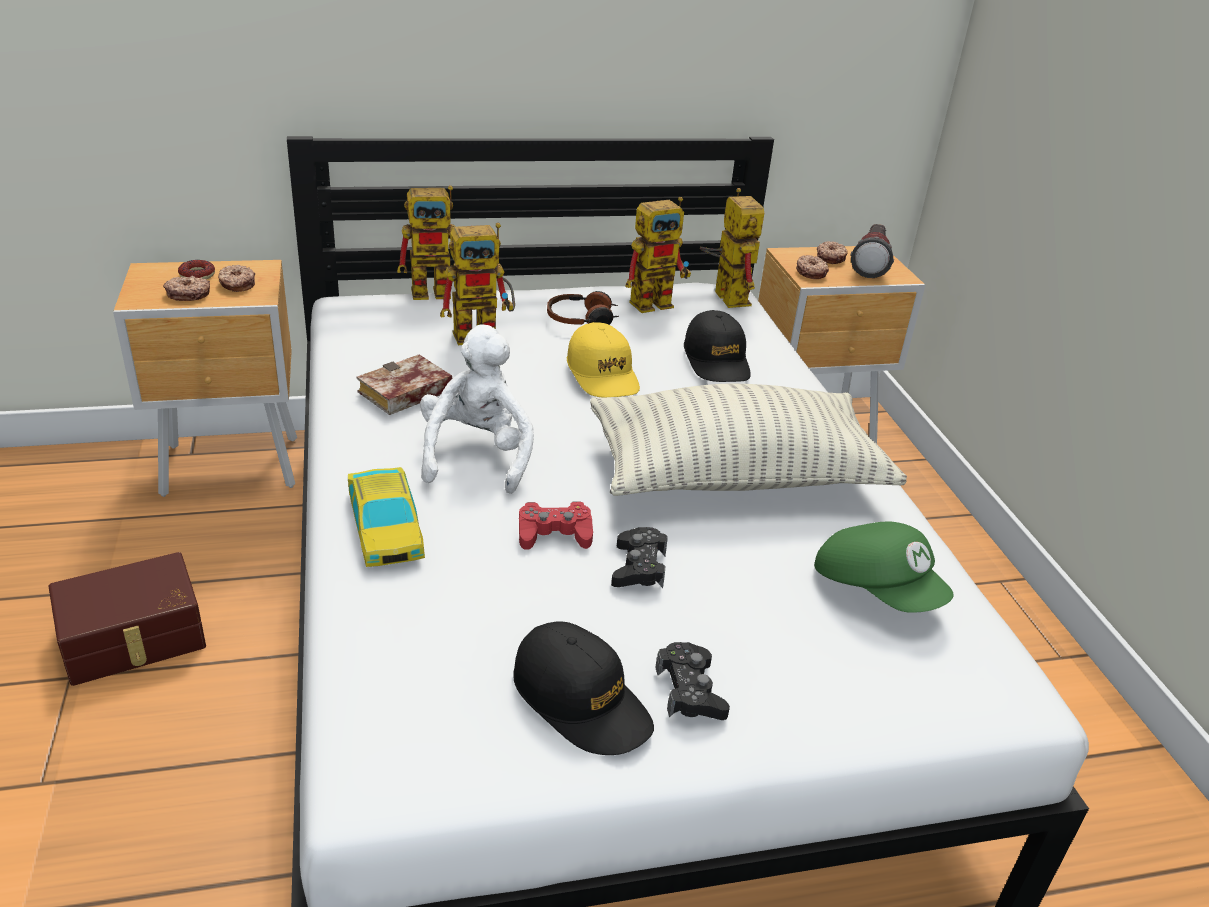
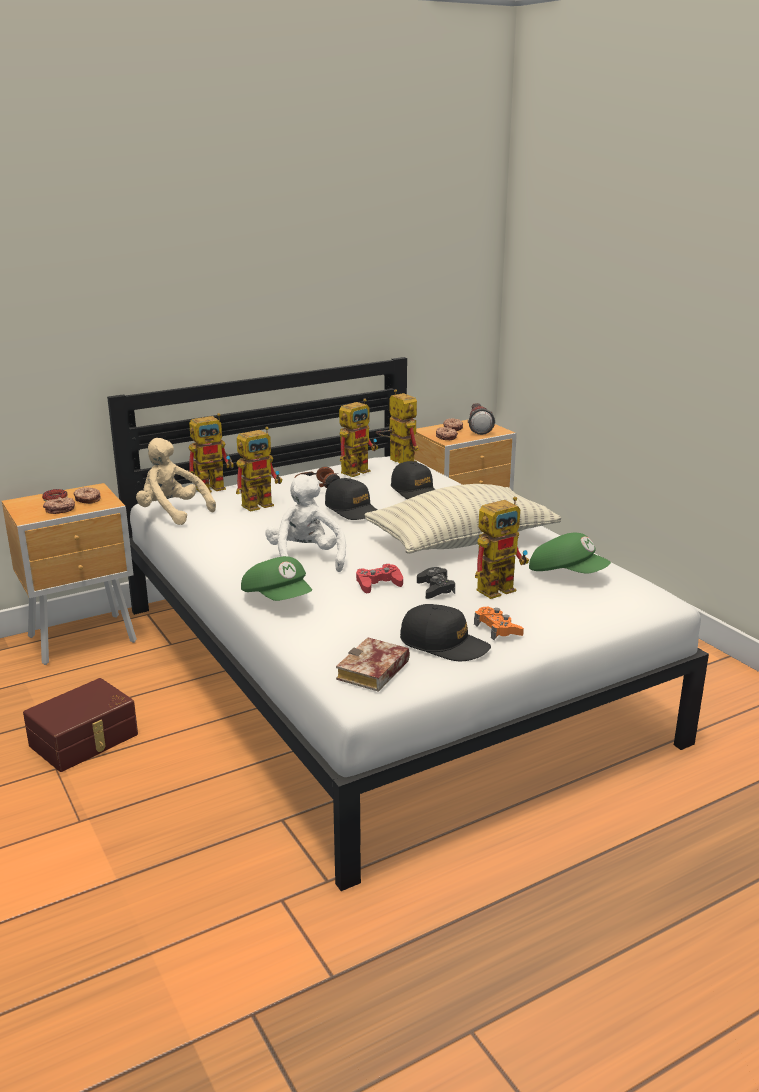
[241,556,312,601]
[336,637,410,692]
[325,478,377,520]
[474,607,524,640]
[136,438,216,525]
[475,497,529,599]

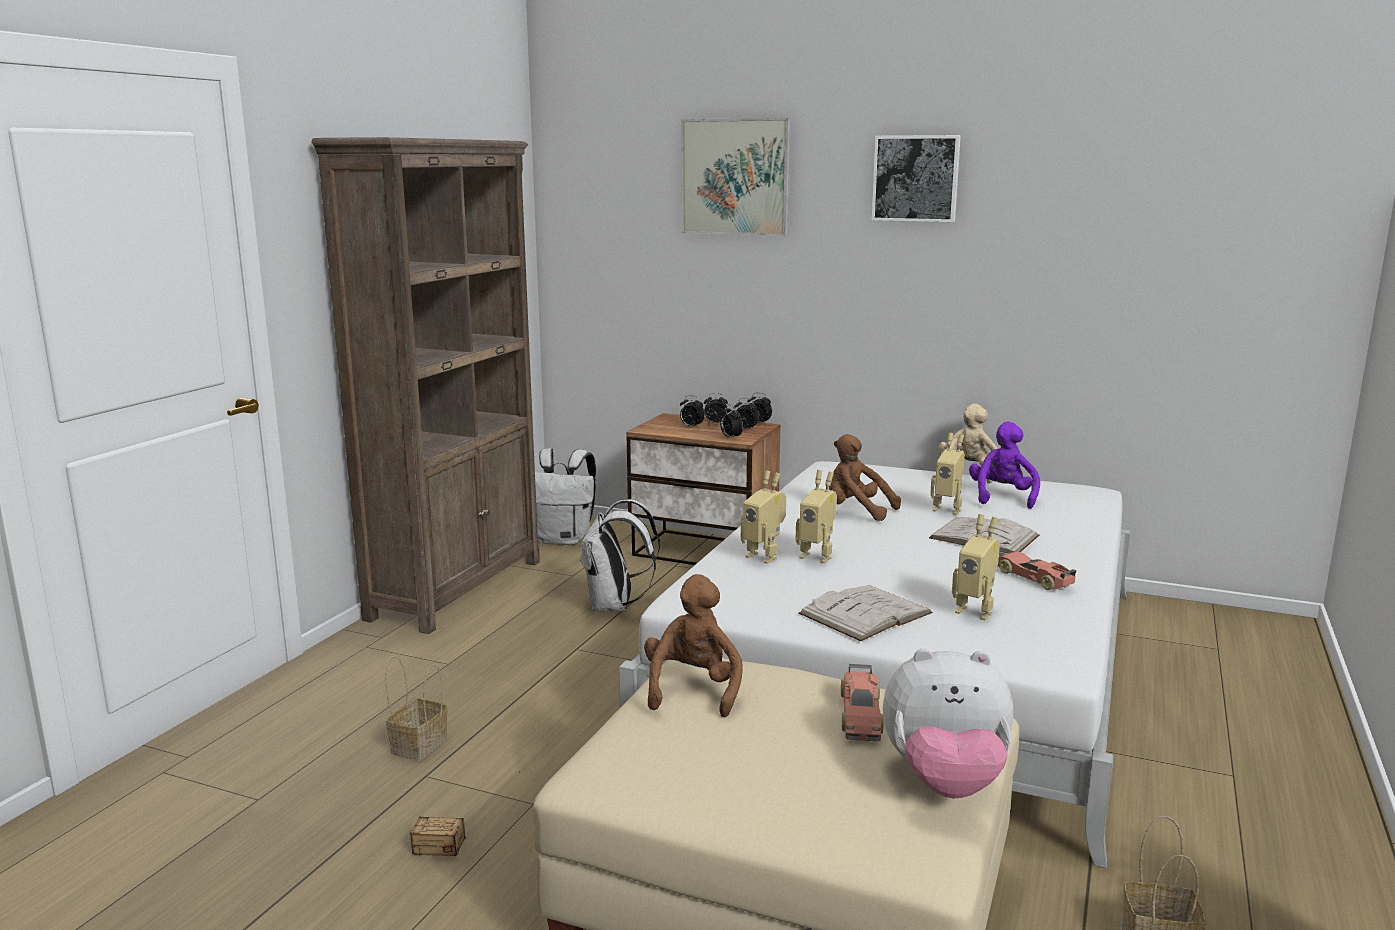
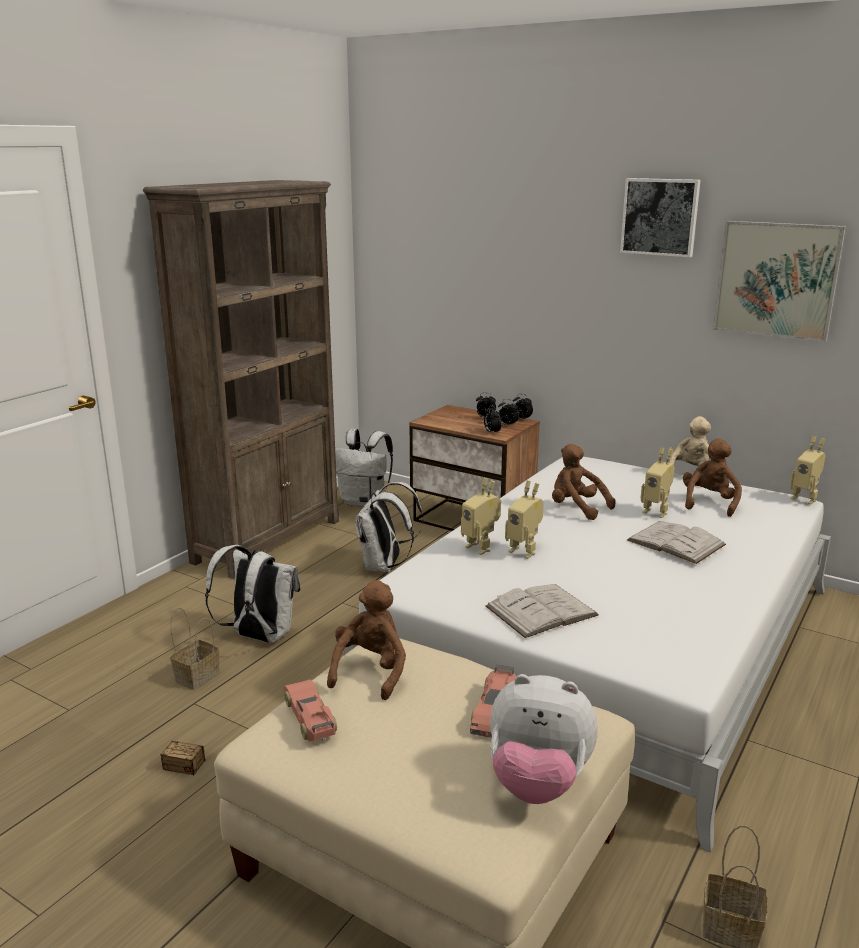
[680,396,705,427] (first image)
[713,221,846,342]
[790,436,826,505]
[683,438,742,517]
[283,680,337,741]
[205,545,301,643]

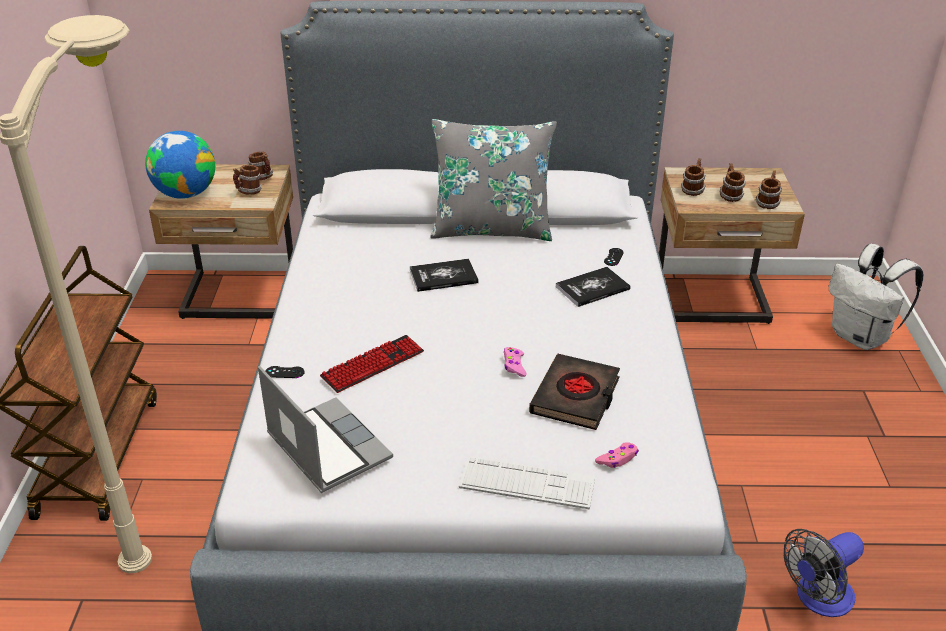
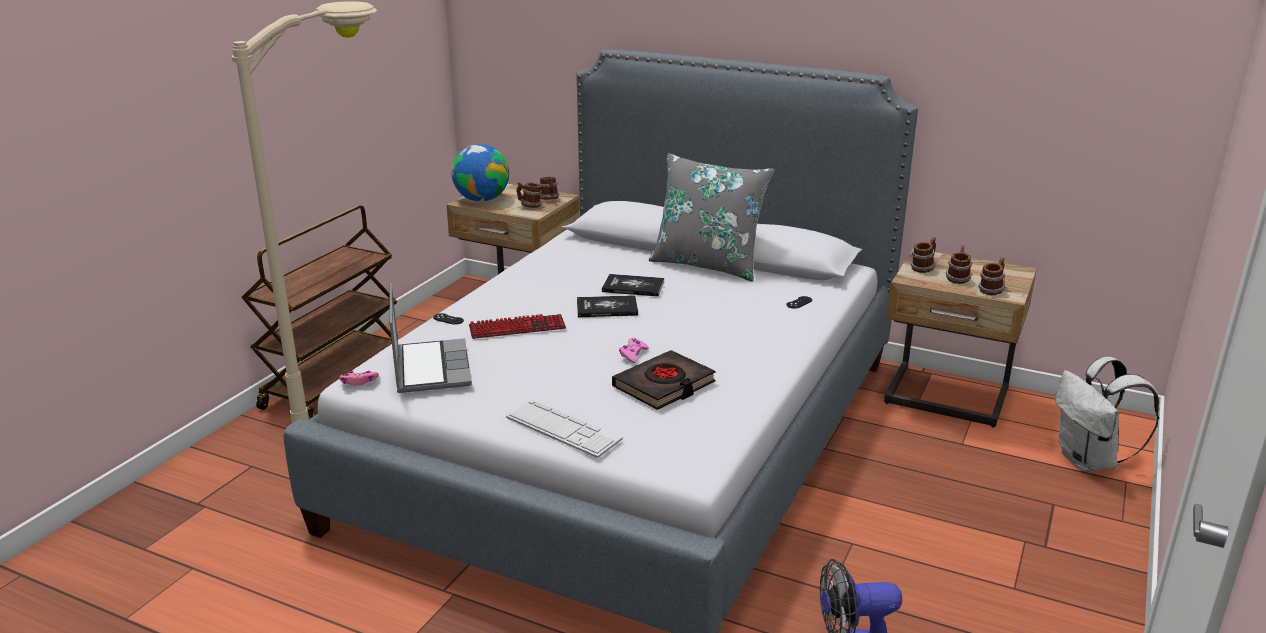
[577,295,638,317]
[339,371,379,386]

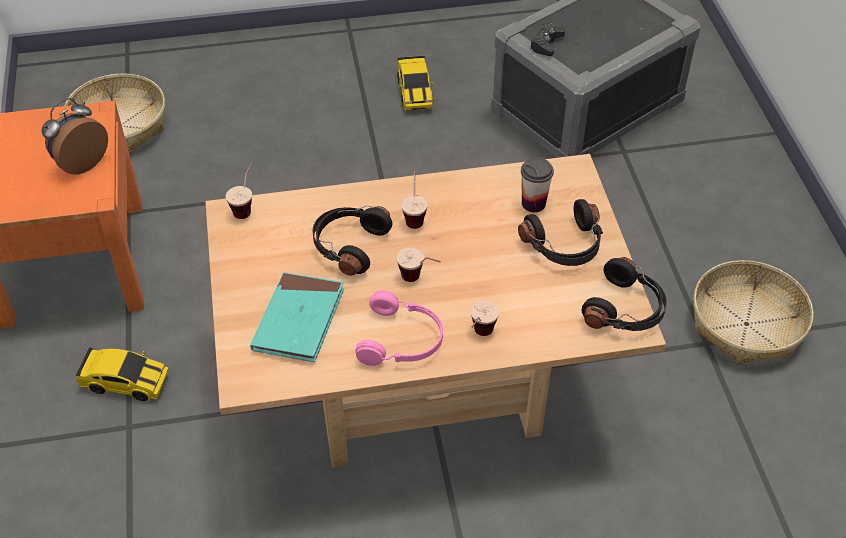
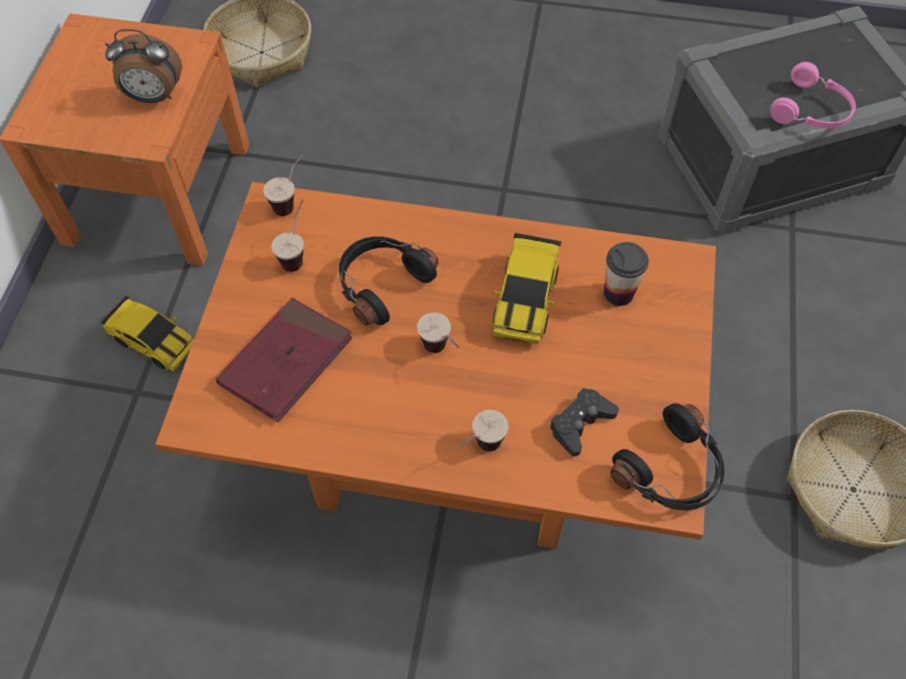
[105,29,182,103]
[155,182,716,549]
[216,298,352,422]
[770,62,856,129]
[493,233,562,344]
[271,199,304,272]
[518,199,603,266] (first image)
[549,388,619,456]

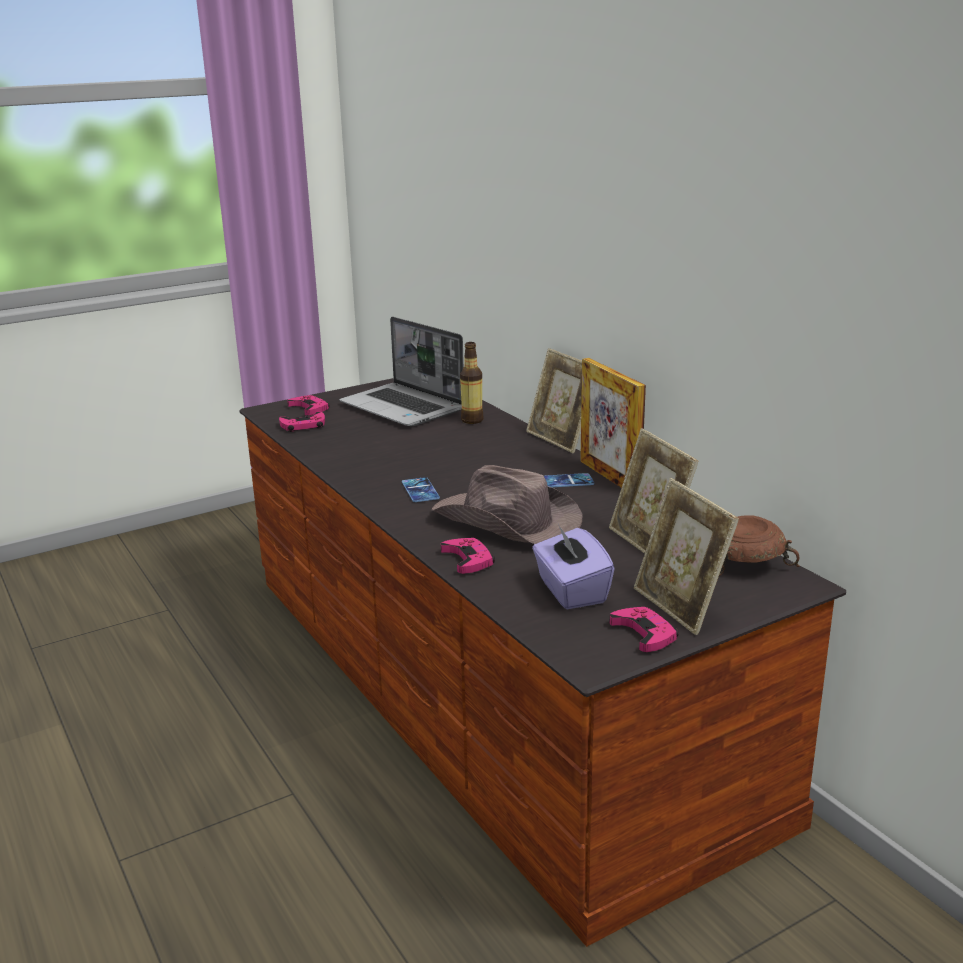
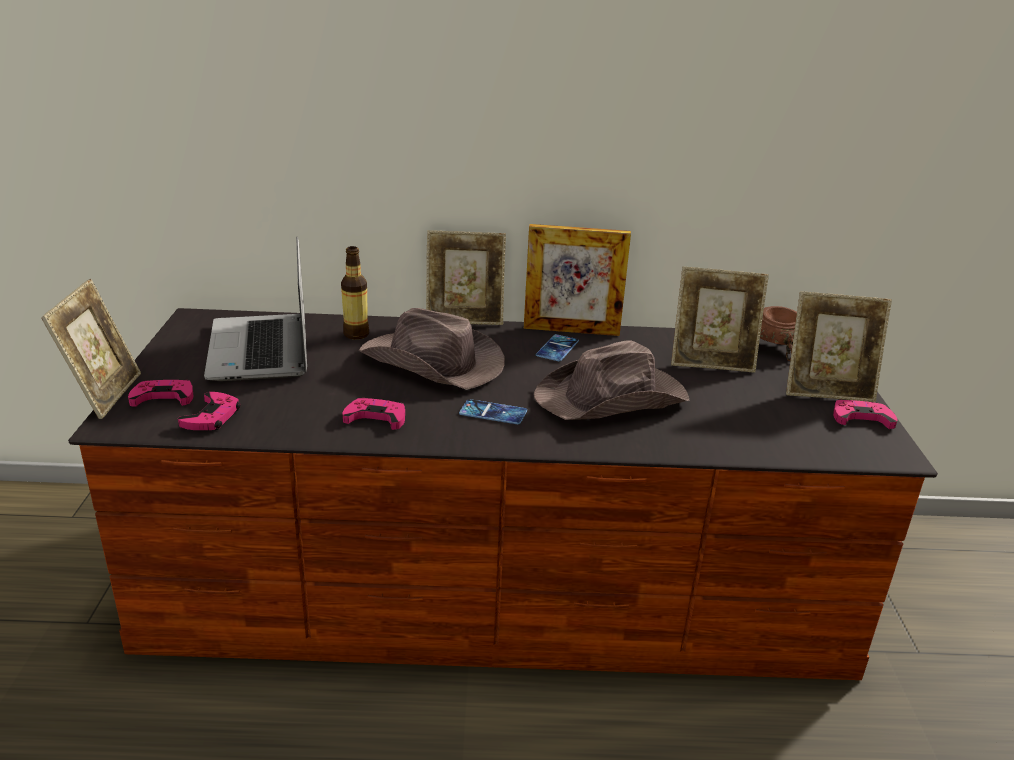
[204,237,307,381]
[343,398,405,430]
[532,524,615,609] (first image)
[41,279,141,419]
[359,308,505,390]

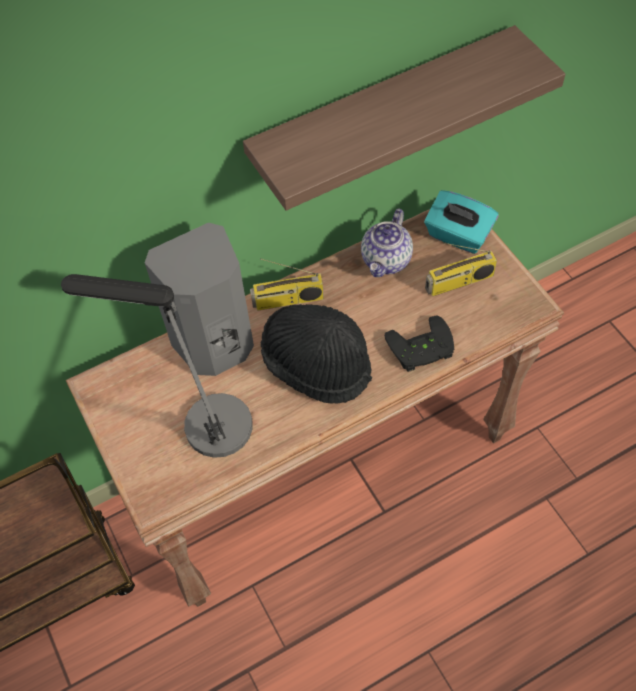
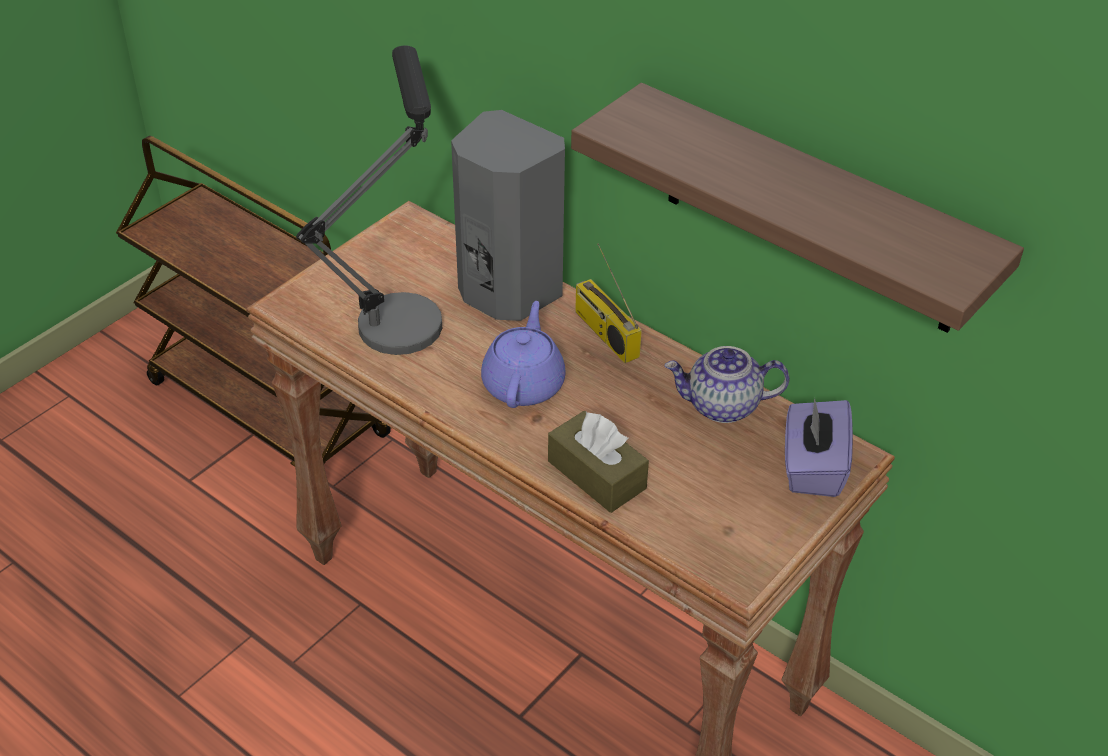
[481,301,566,408]
[548,411,649,513]
[785,398,853,497]
[425,242,497,296] (first image)

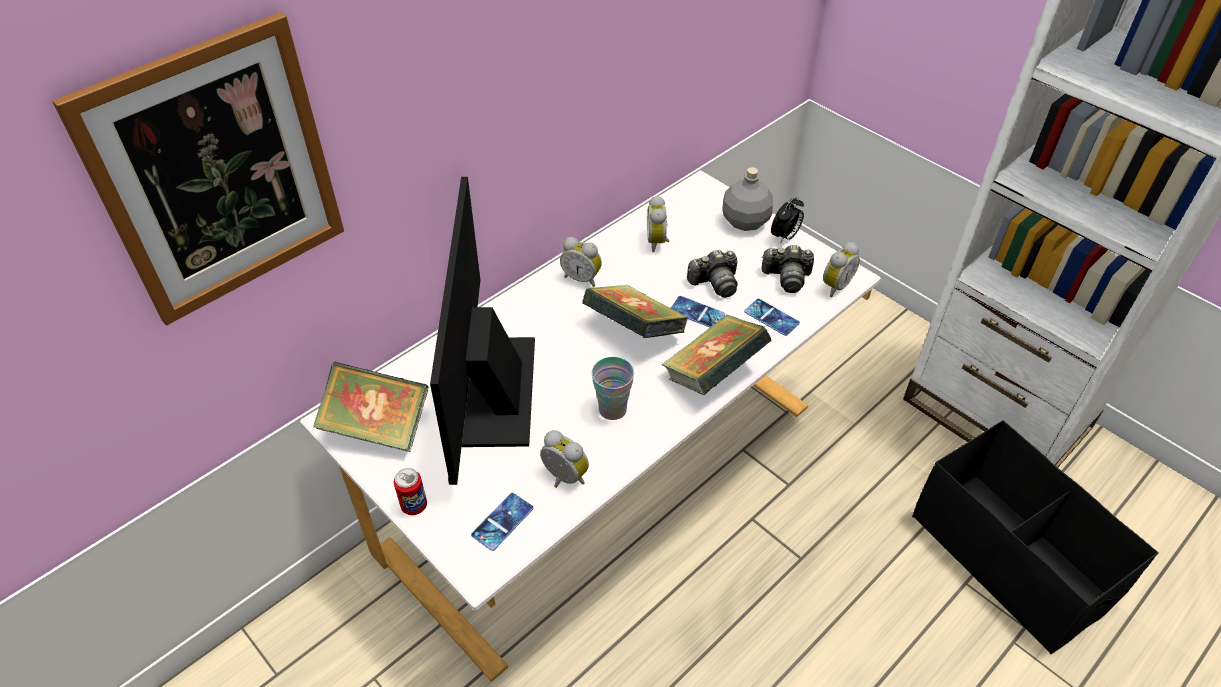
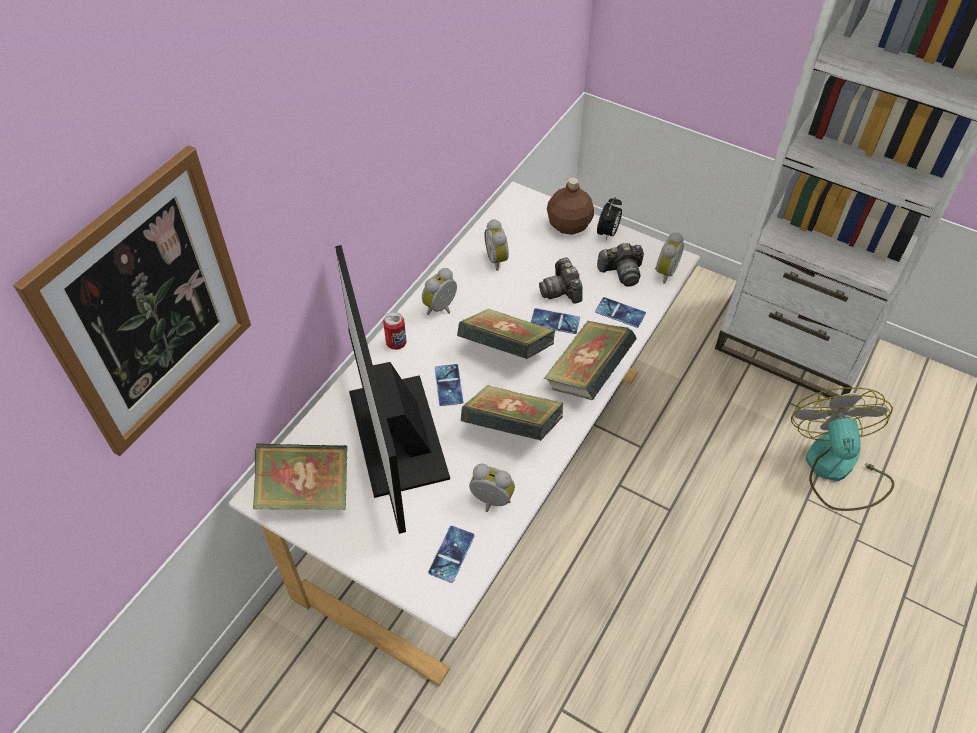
[383,312,407,350]
[422,268,457,315]
[461,385,563,441]
[539,258,583,304]
[547,177,594,235]
[791,387,895,511]
[435,364,463,406]

